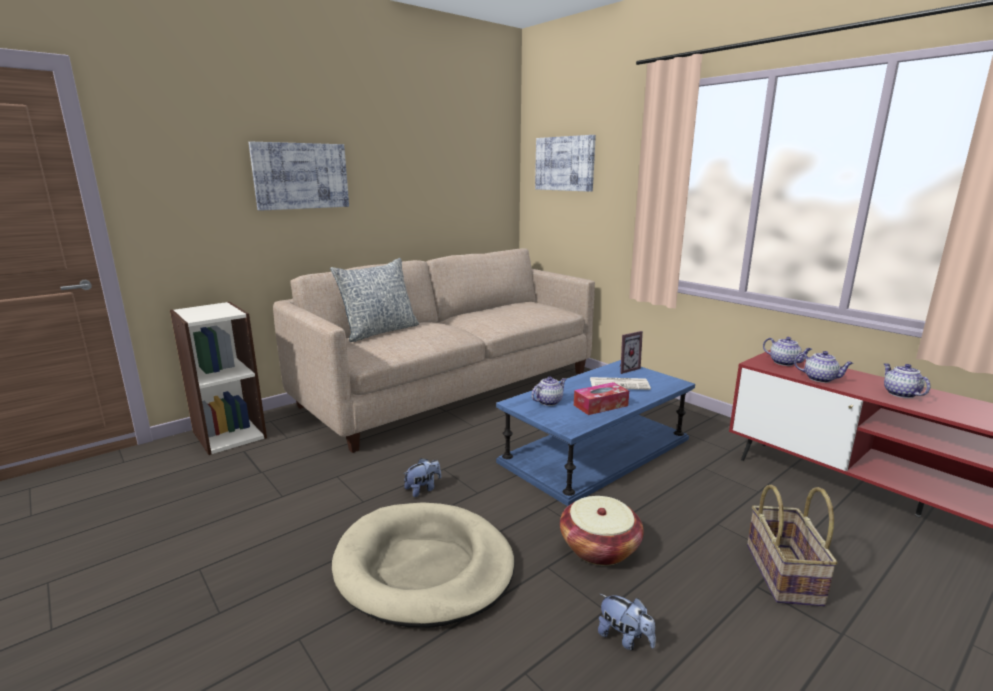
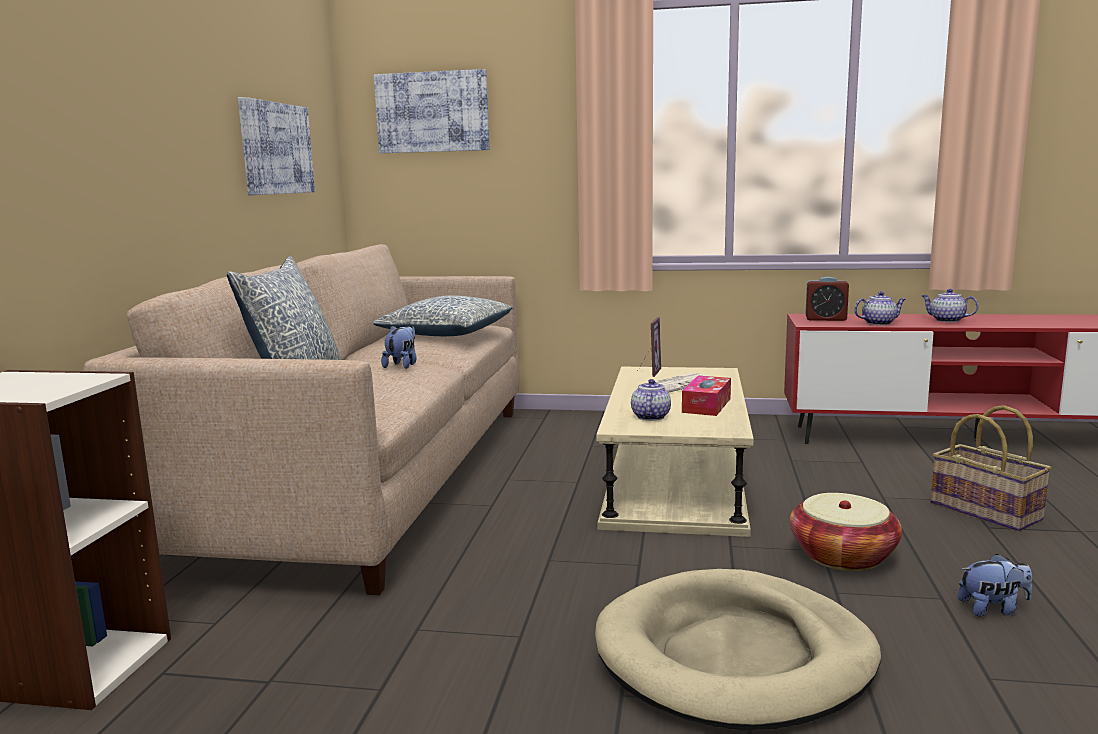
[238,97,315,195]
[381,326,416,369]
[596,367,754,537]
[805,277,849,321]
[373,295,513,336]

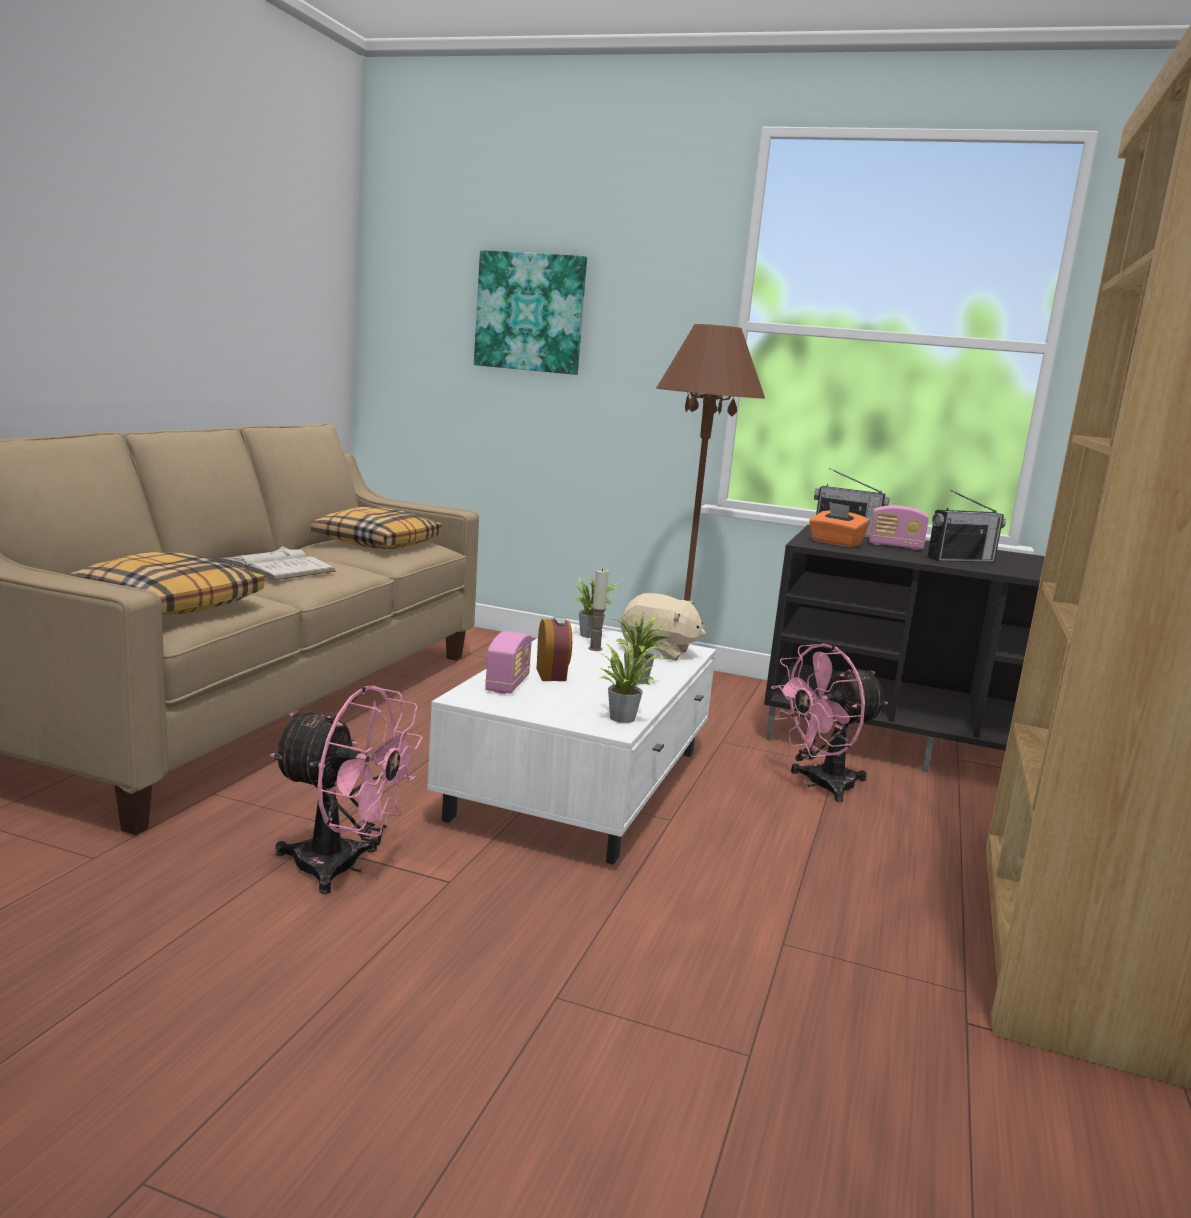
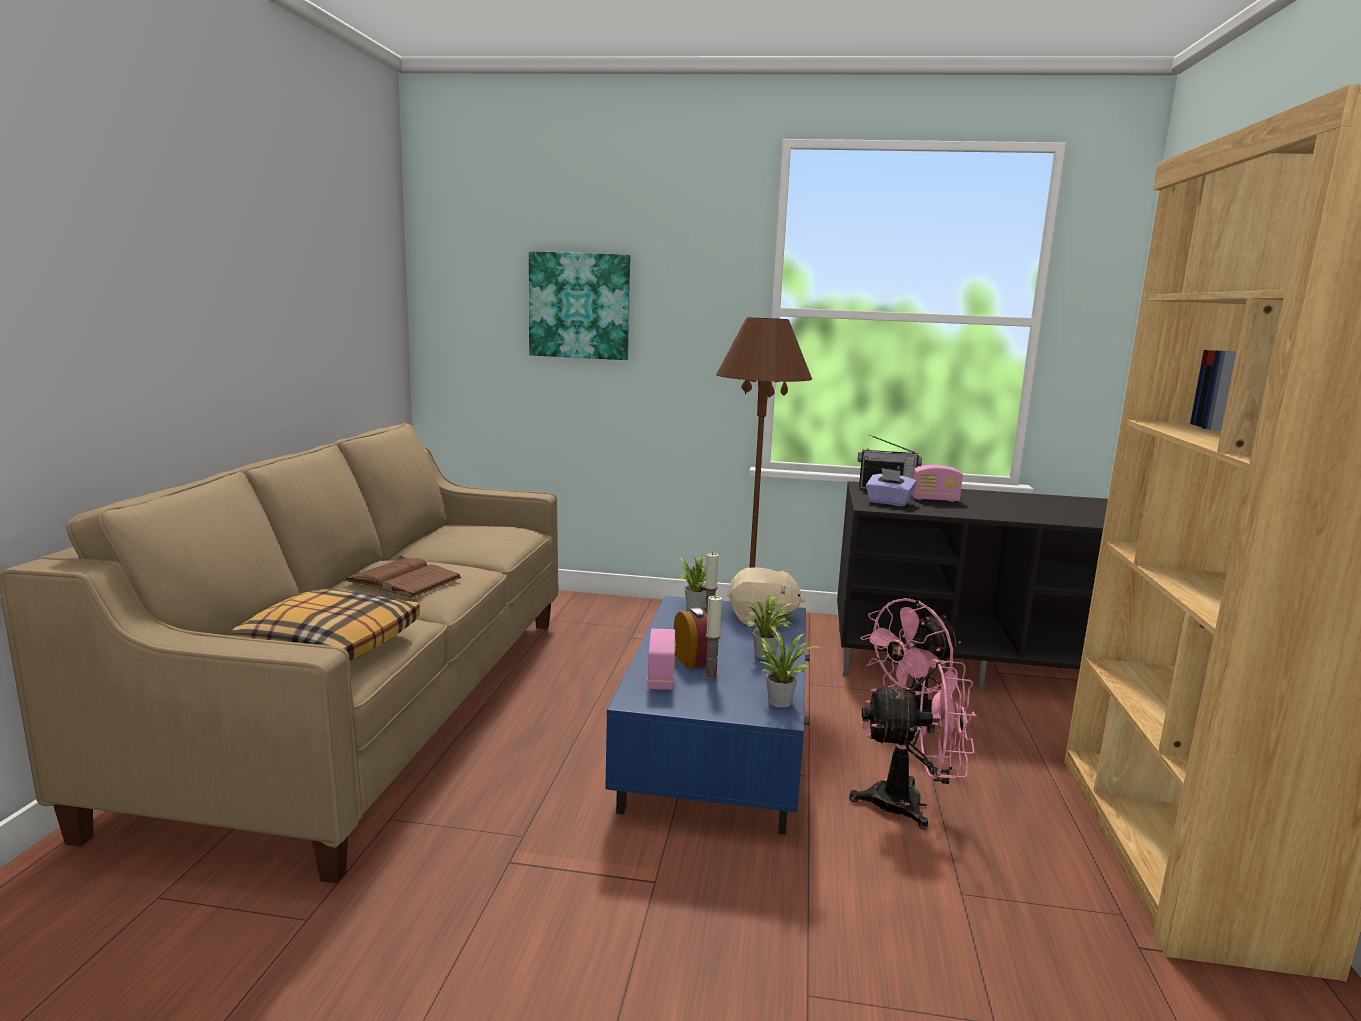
[344,556,462,598]
[849,659,977,830]
[311,507,442,549] (first image)
[605,596,810,835]
[866,468,916,506]
[927,490,1006,562] (first image)
[704,596,722,680]

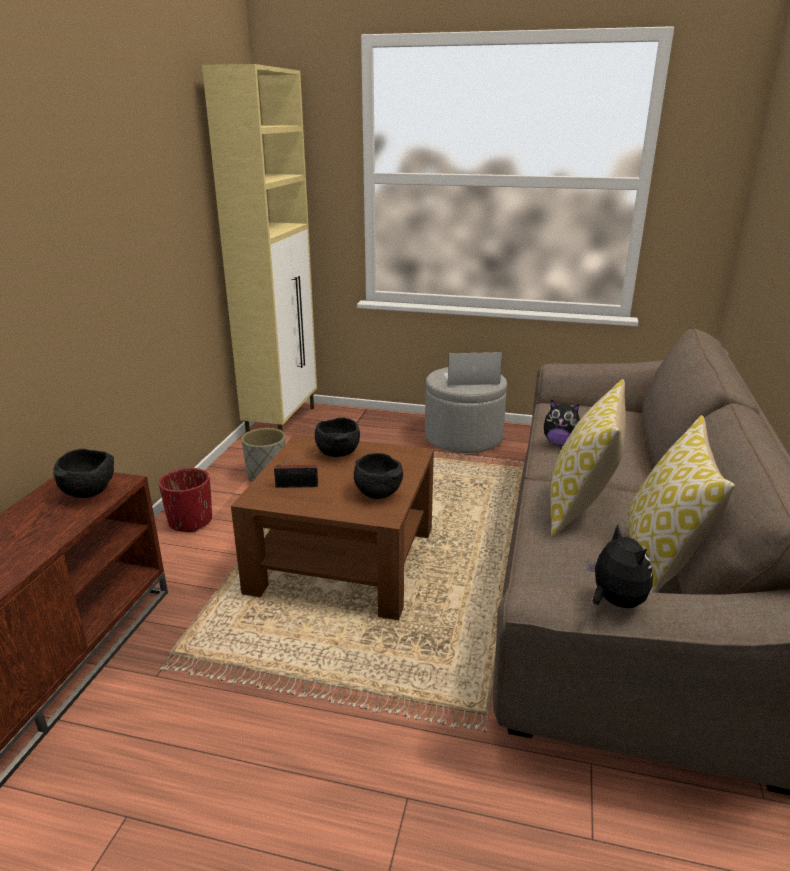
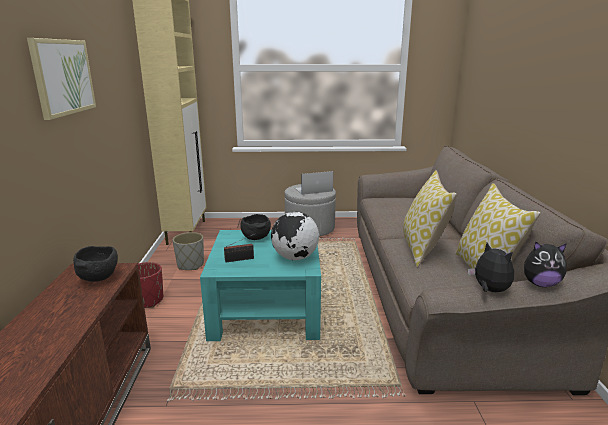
[200,230,321,341]
[271,212,319,260]
[524,242,567,287]
[27,38,96,120]

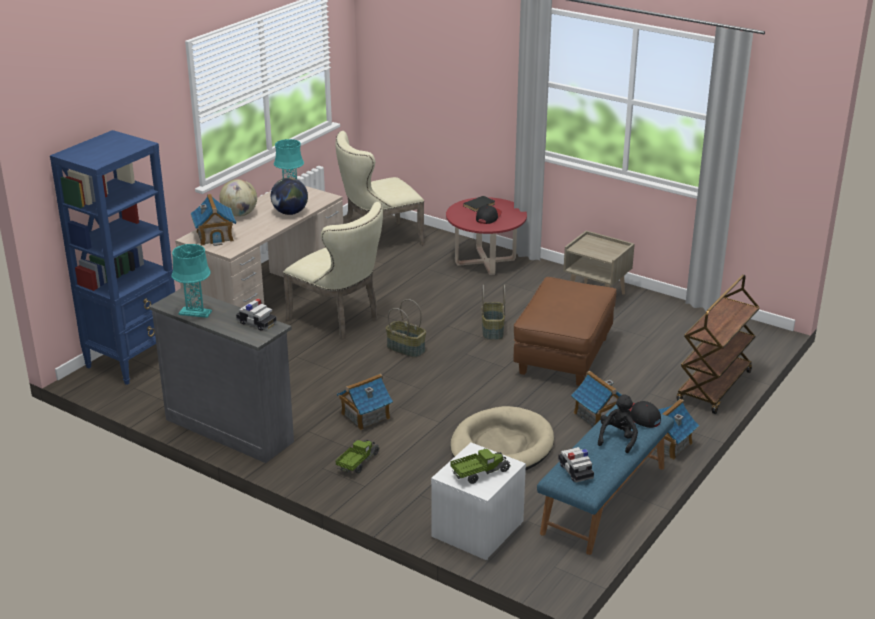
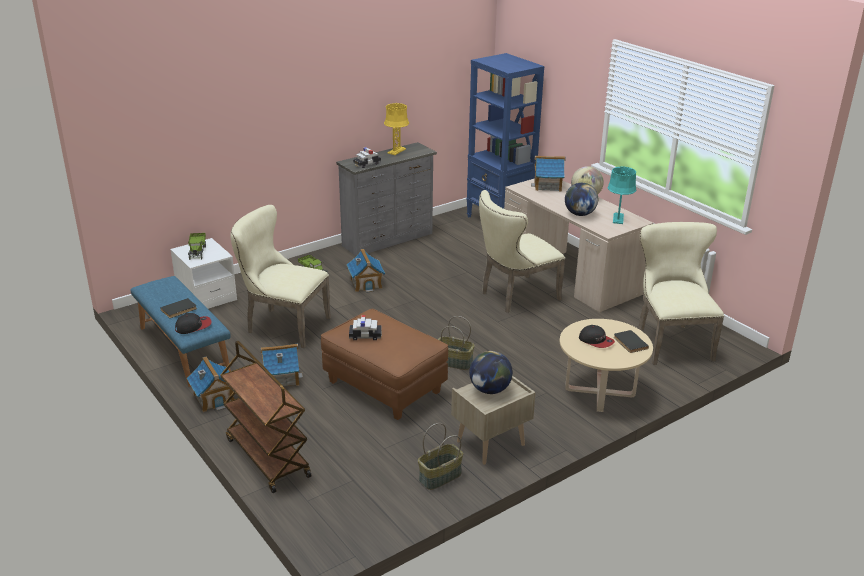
[384,103,409,155]
[418,423,463,490]
[560,319,653,412]
[231,205,331,348]
[349,315,382,340]
[160,298,197,318]
[469,351,513,394]

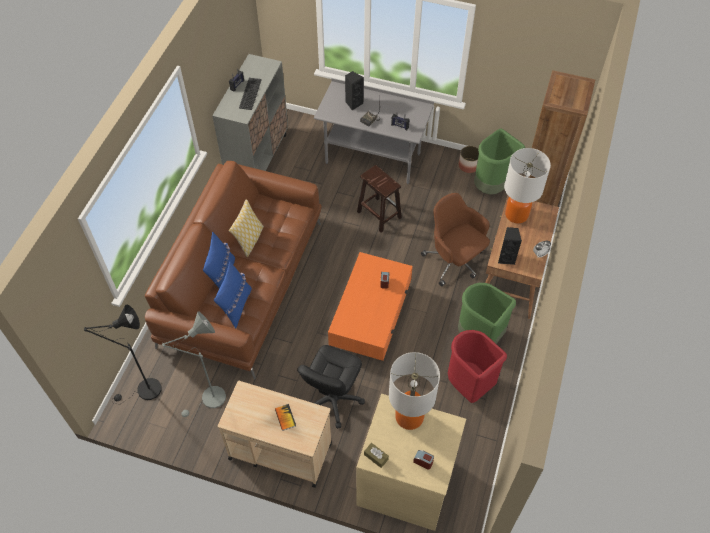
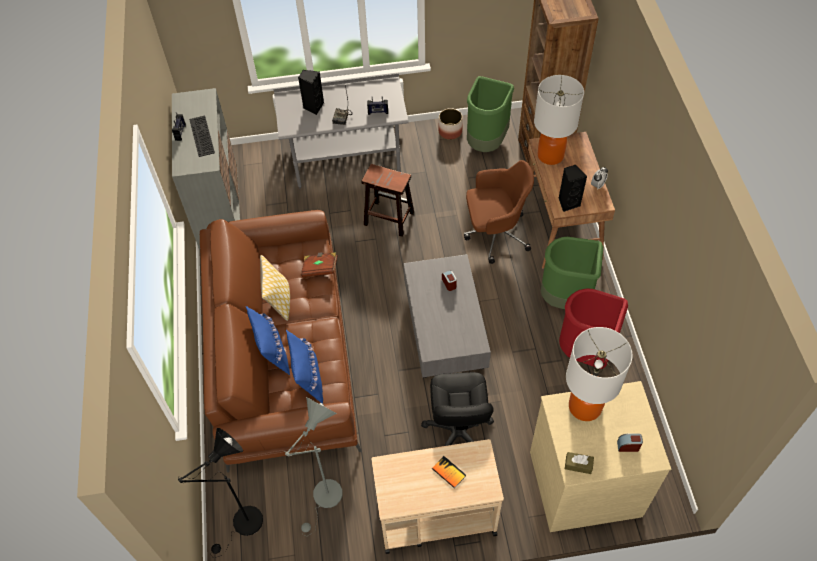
[404,254,491,378]
[464,160,534,264]
[301,252,338,277]

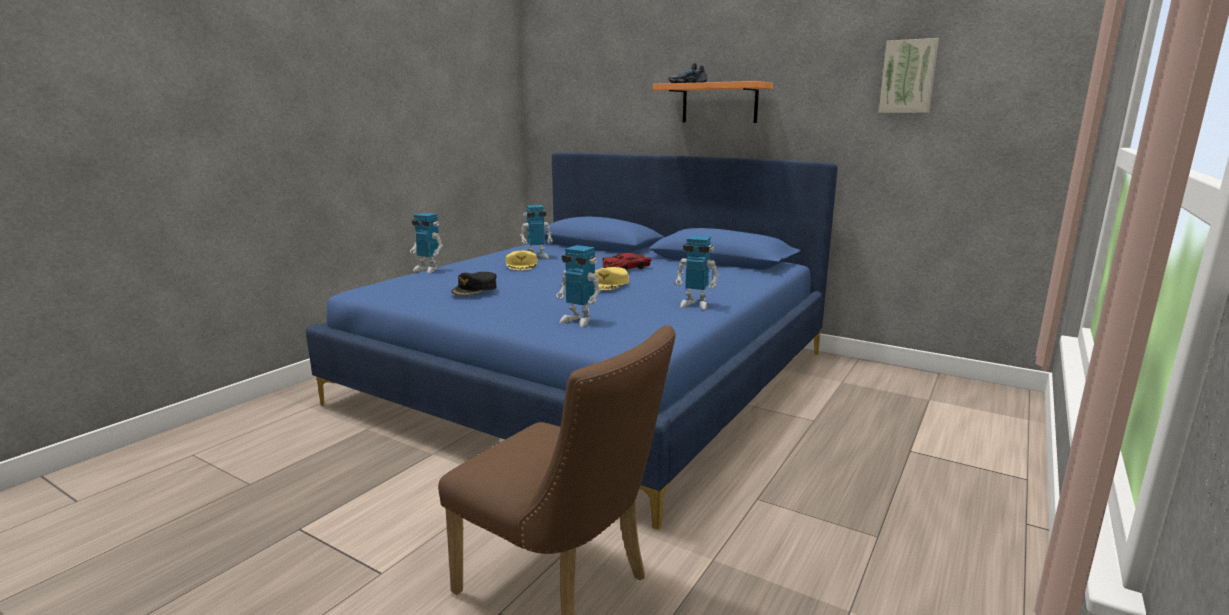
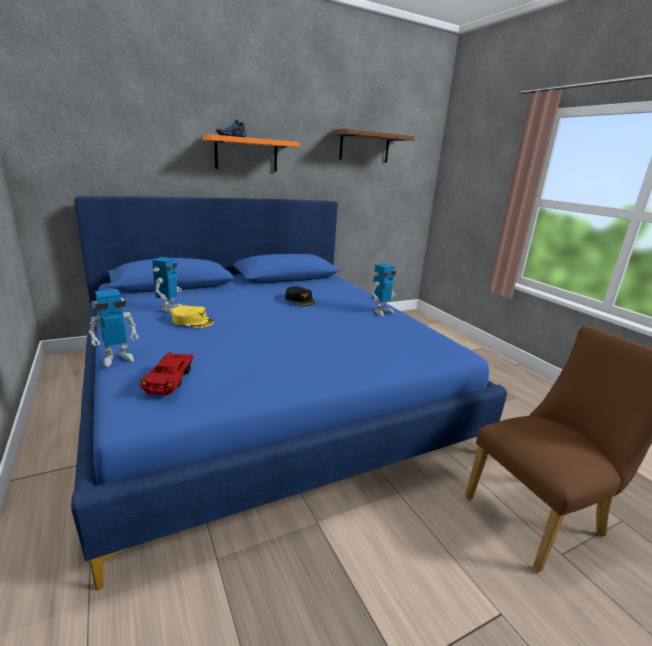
[285,286,315,306]
[556,245,601,327] (first image)
[595,267,629,290] (first image)
[140,352,194,395]
[332,129,415,163]

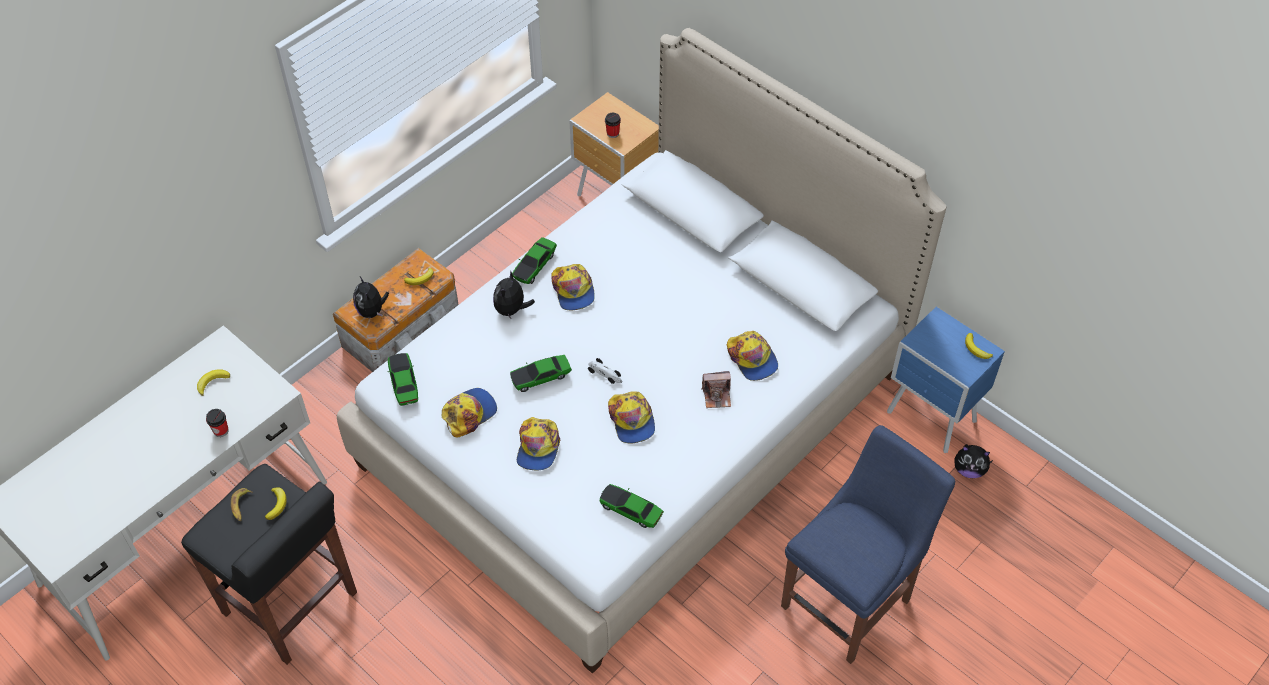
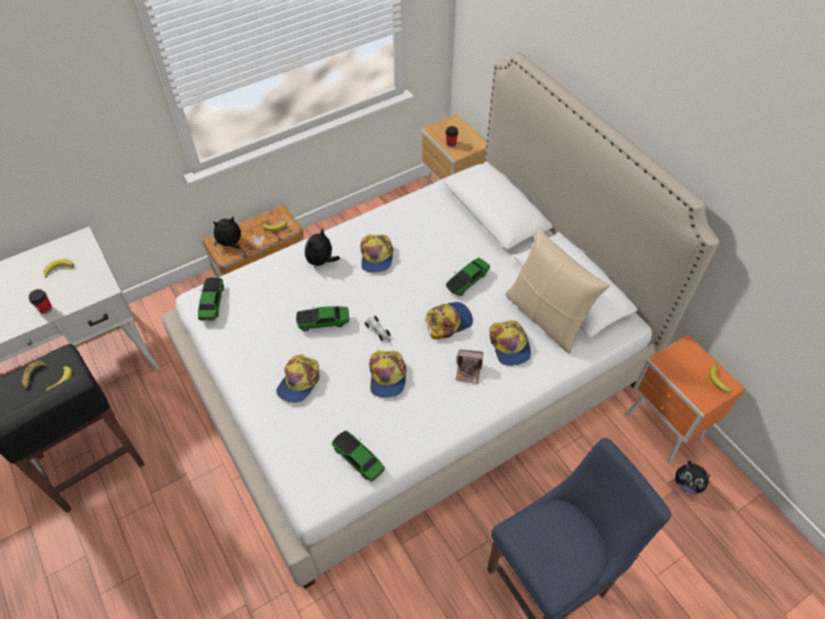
[213,217,241,249]
[425,302,473,340]
[446,258,490,296]
[625,335,745,464]
[505,226,610,353]

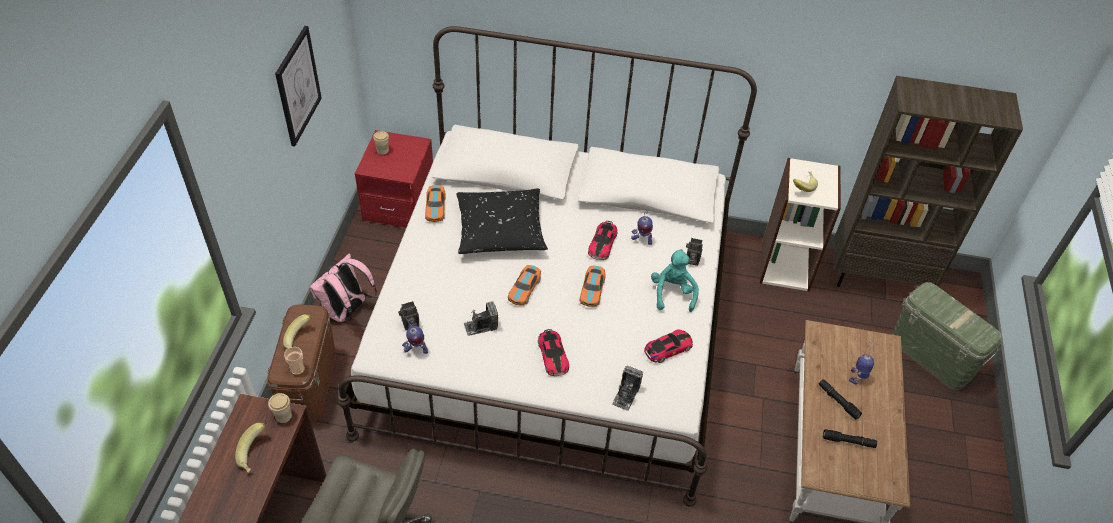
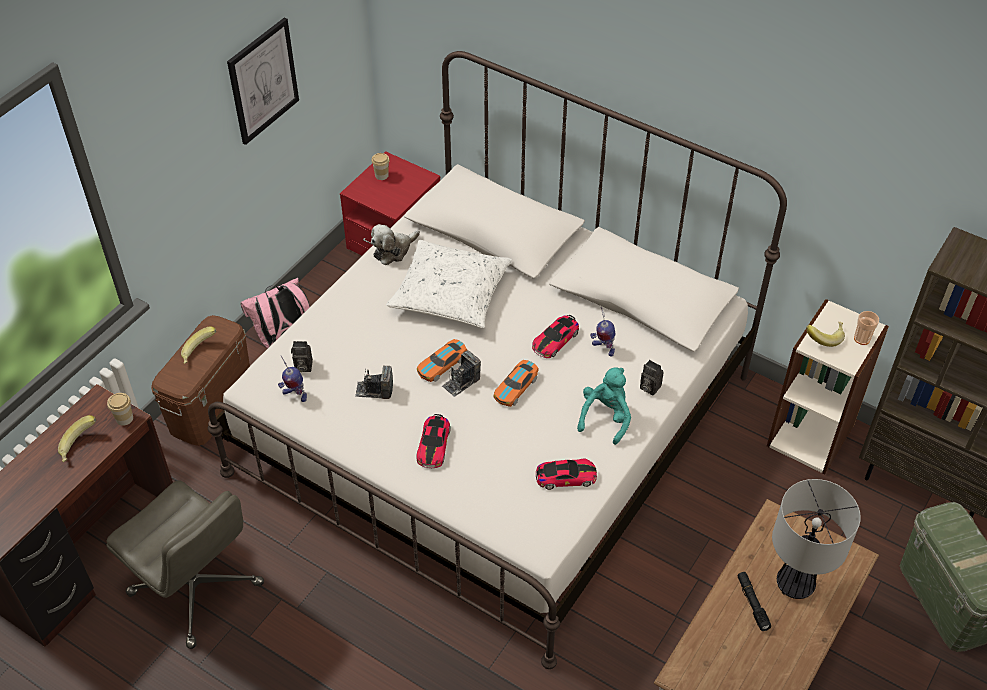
[854,311,879,345]
[371,224,420,265]
[386,240,512,328]
[442,350,481,397]
[823,429,877,448] (first image)
[772,479,861,599]

